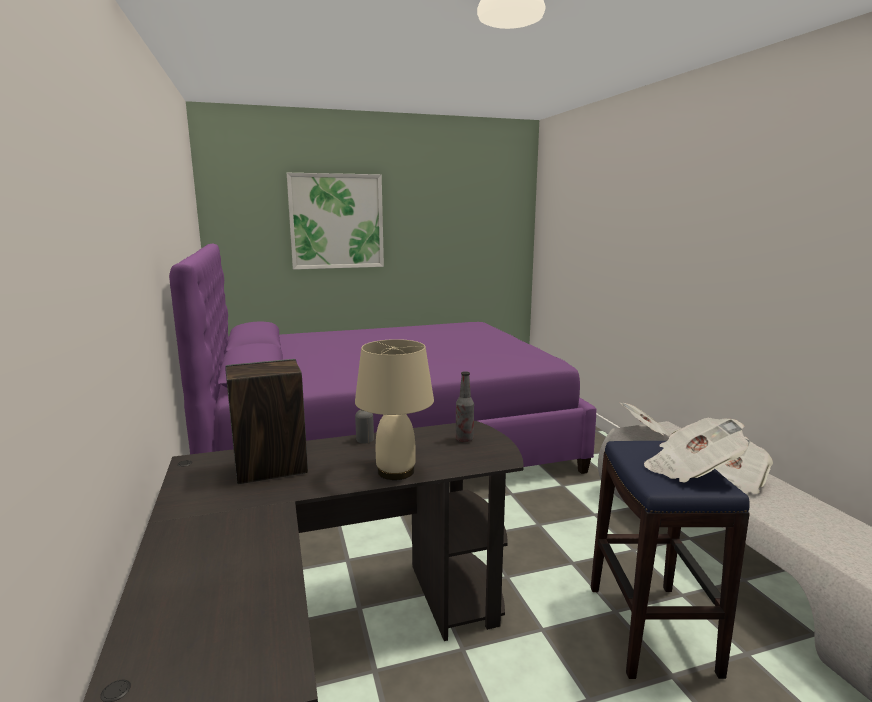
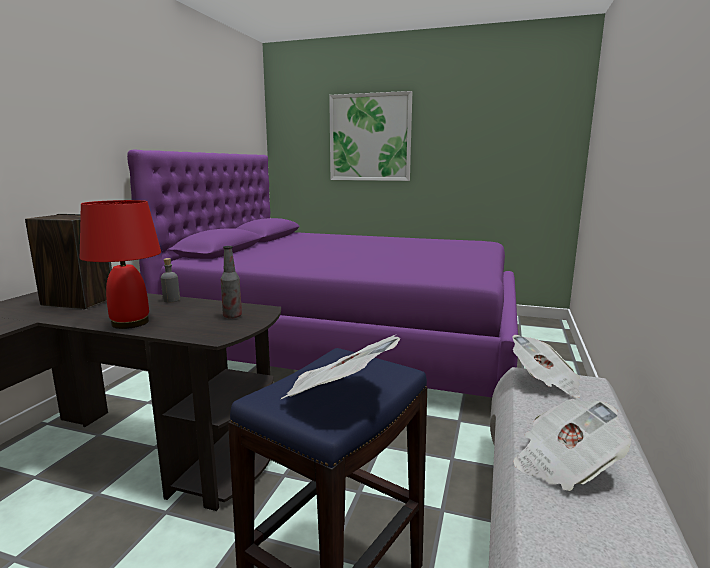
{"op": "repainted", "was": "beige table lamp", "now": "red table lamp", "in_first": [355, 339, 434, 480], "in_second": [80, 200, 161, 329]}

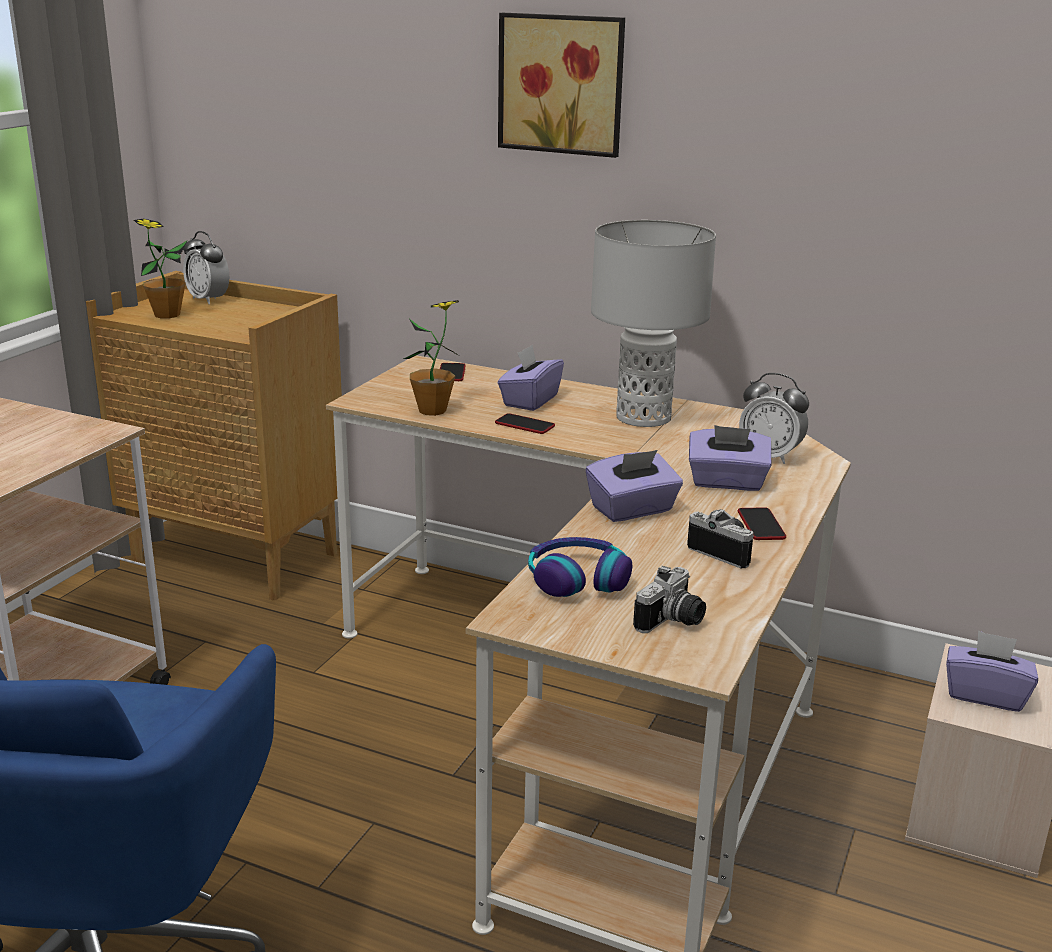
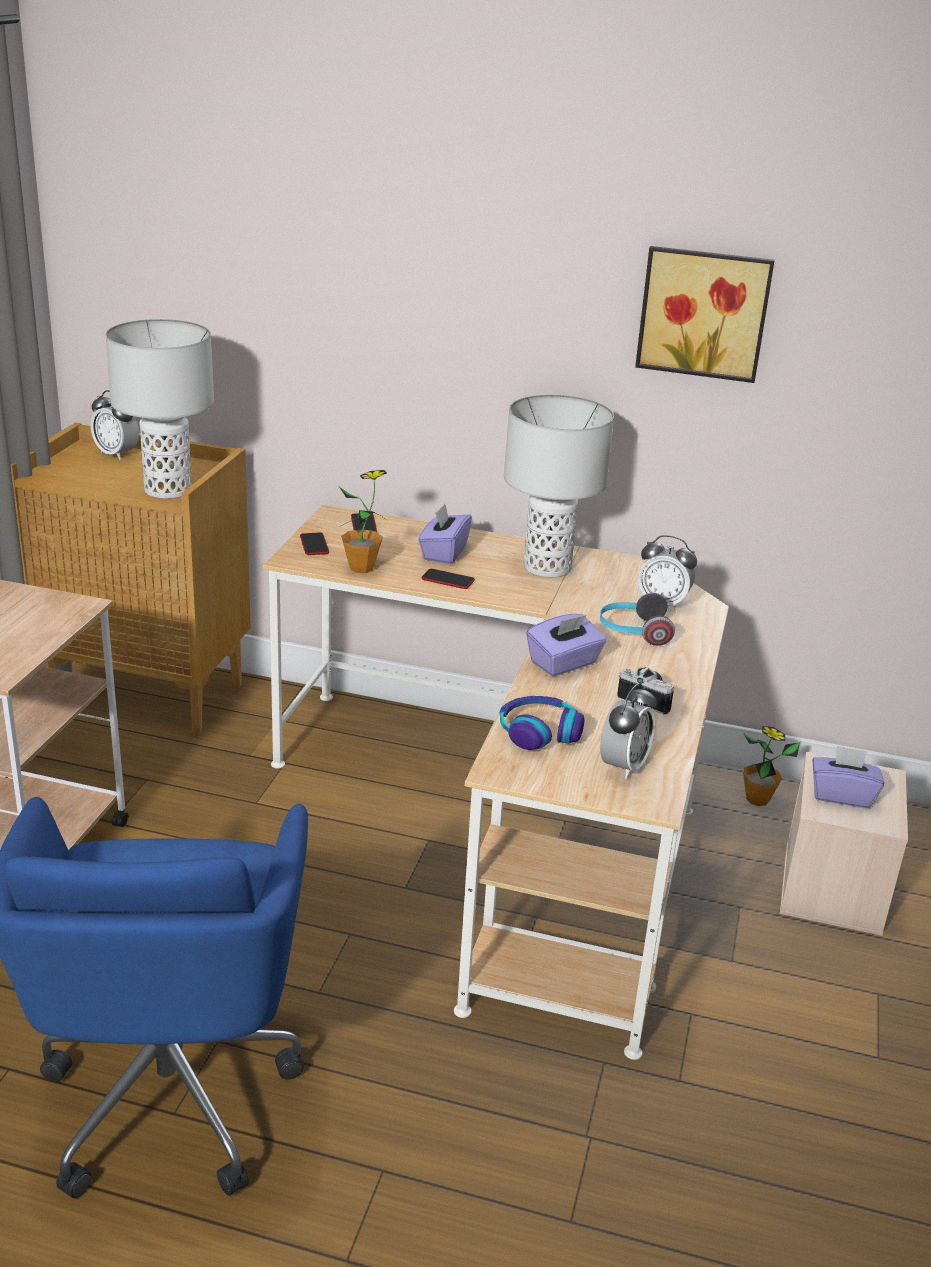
{"op": "shifted", "was": "potted plant", "in_first": [134, 219, 188, 319], "in_second": [743, 726, 800, 806]}
{"op": "shifted", "was": "picture", "in_first": [498, 13, 625, 158], "in_second": [635, 246, 775, 383]}
{"op": "swapped", "was": "photo camera", "now": "alarm clock", "in_first": [633, 566, 706, 633], "in_second": [600, 683, 656, 779]}
{"op": "swapped", "was": "purple tissue box", "now": "headphones", "in_first": [689, 425, 771, 491], "in_second": [600, 593, 675, 646]}
{"op": "shifted", "was": "phone", "in_first": [738, 507, 786, 540], "in_second": [300, 533, 329, 555]}
{"op": "new", "now": "white table lamp", "in_second": [106, 319, 214, 499]}

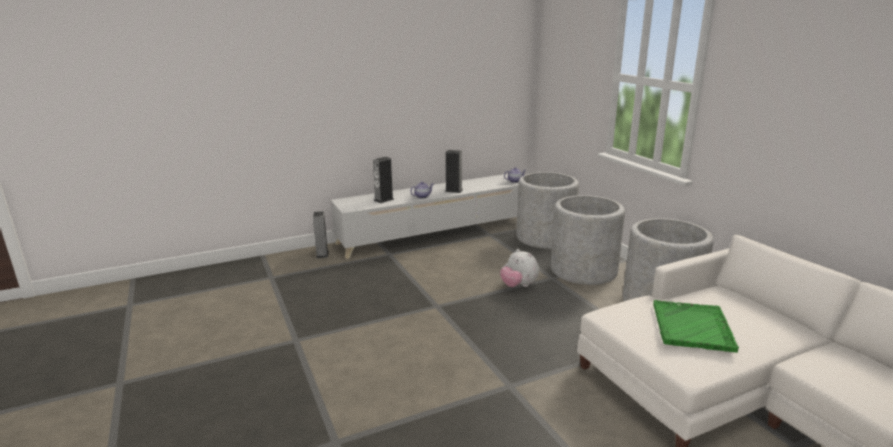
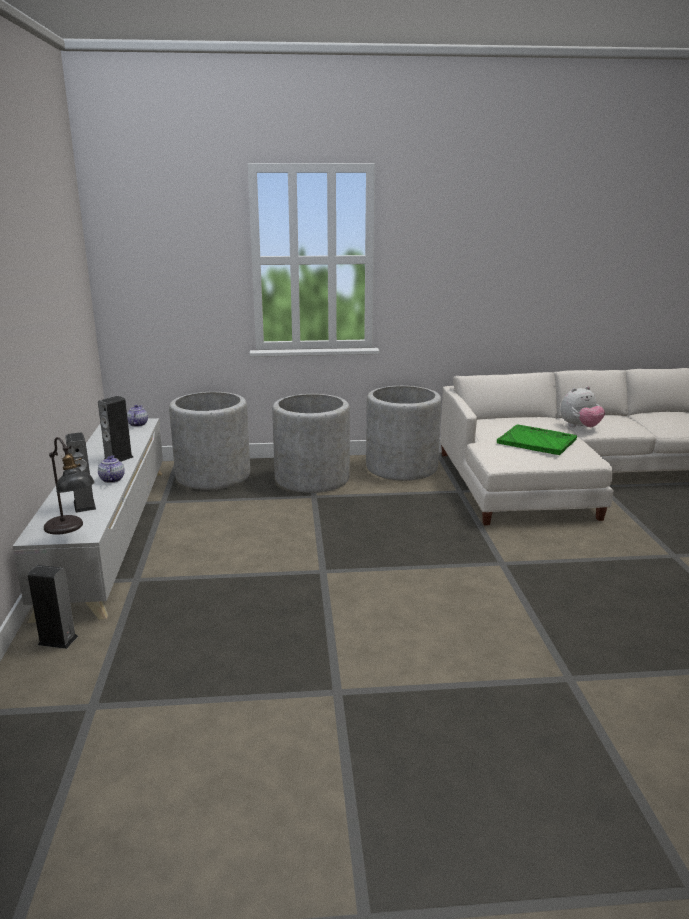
{"op": "shifted", "was": "plush toy", "in_first": [500, 249, 539, 287], "in_second": [560, 386, 605, 427]}
{"op": "new", "now": "grey table lamp", "in_second": [44, 437, 95, 535]}

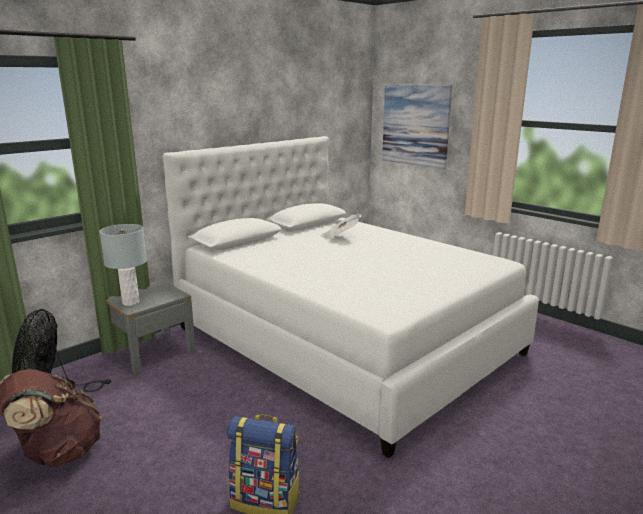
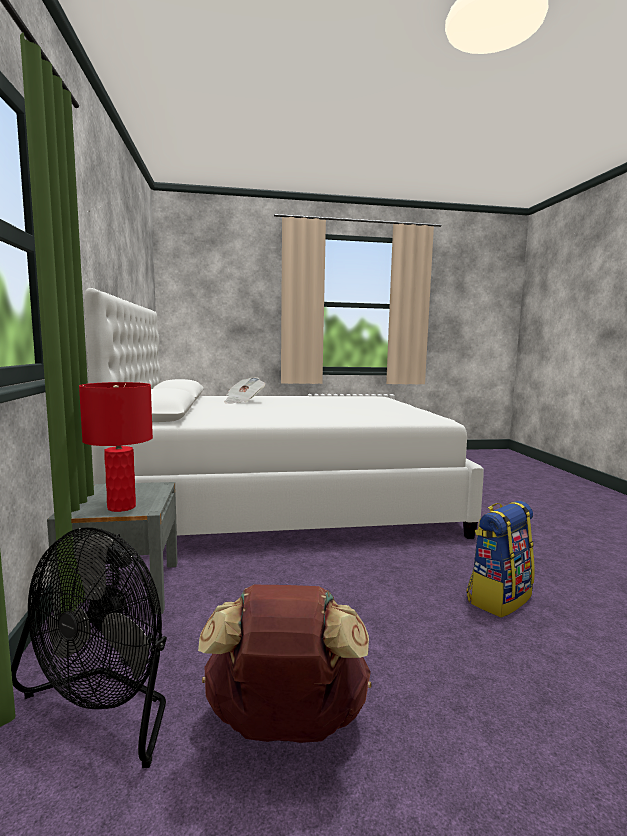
{"op": "repainted", "was": "grey table lamp", "now": "red table lamp", "in_first": [99, 224, 147, 306], "in_second": [79, 382, 153, 512]}
{"op": "gone", "was": "picture", "in_first": [382, 84, 452, 169]}

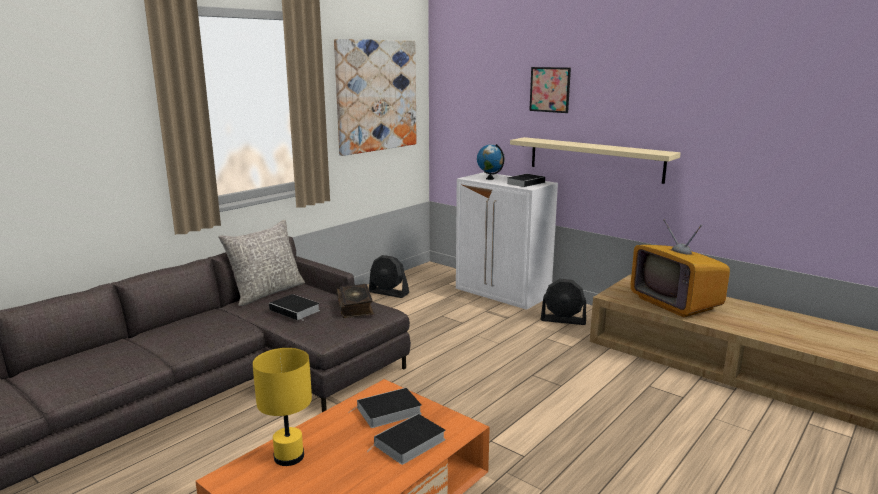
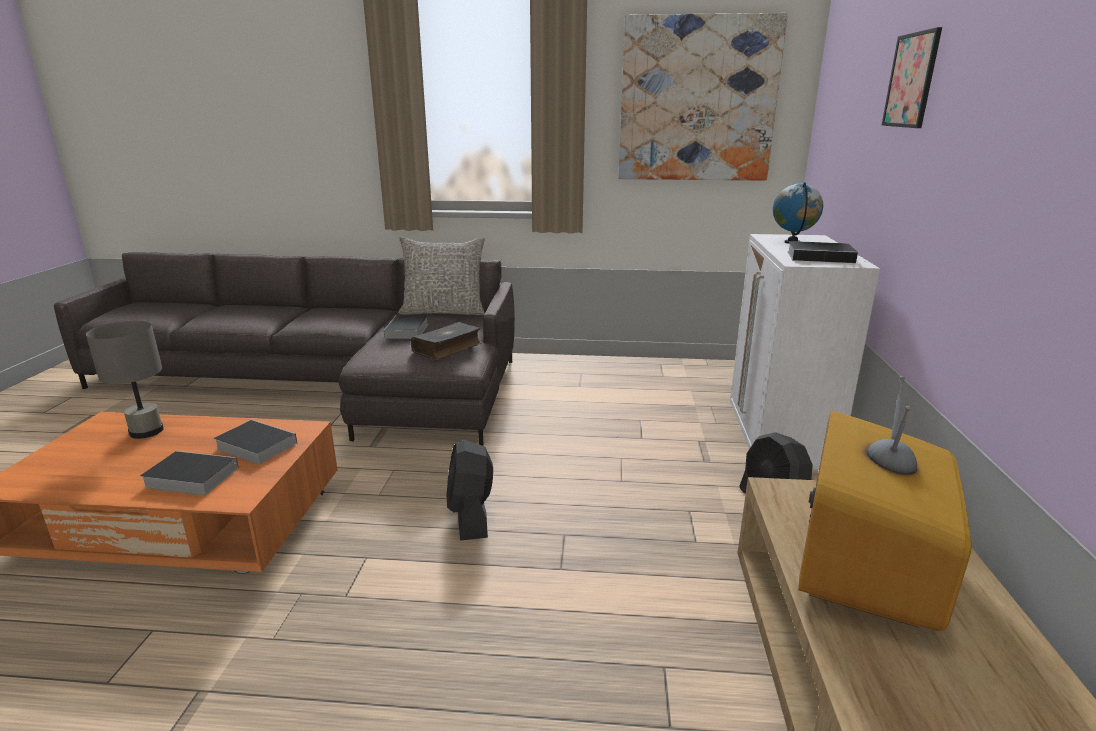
{"op": "repainted", "was": "yellow table lamp", "now": "grey table lamp", "in_first": [253, 348, 312, 466], "in_second": [86, 321, 164, 439]}
{"op": "shifted", "was": "black fan", "in_first": [369, 255, 409, 298], "in_second": [447, 440, 493, 541]}
{"op": "gone", "was": "beige shelf", "in_first": [510, 137, 681, 184]}

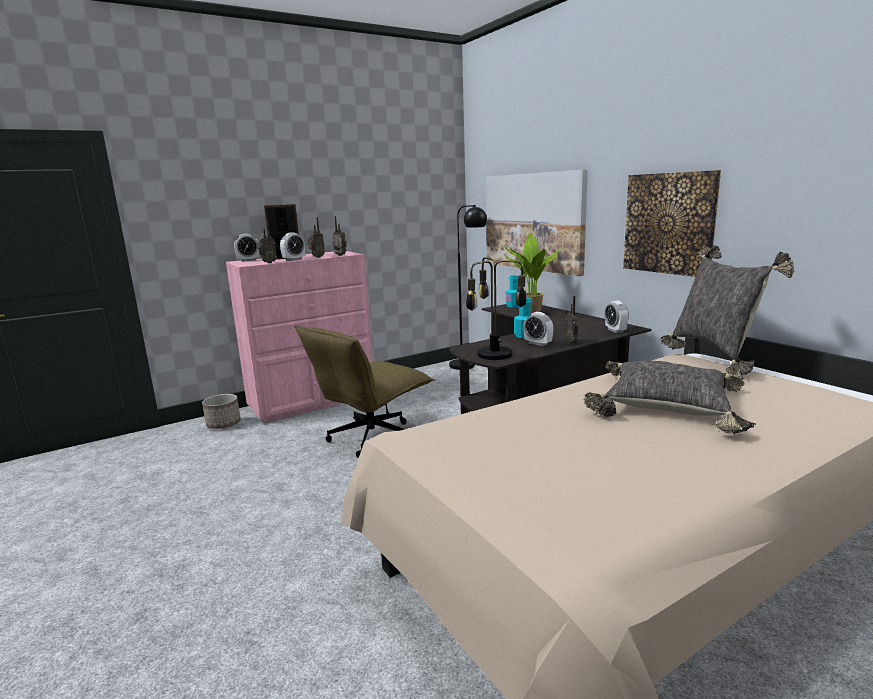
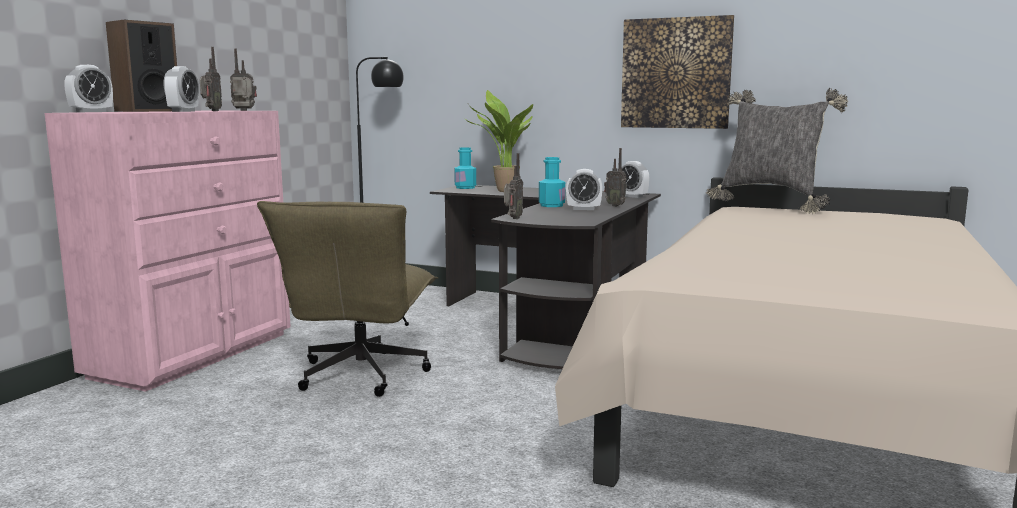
{"op": "gone", "was": "planter", "in_first": [202, 394, 241, 429]}
{"op": "shifted", "was": "radio", "in_first": [258, 221, 277, 263], "in_second": [504, 153, 523, 219]}
{"op": "gone", "was": "table lamp", "in_first": [466, 257, 526, 360]}
{"op": "gone", "was": "picture", "in_first": [486, 170, 588, 276]}
{"op": "gone", "was": "pillow", "in_first": [584, 361, 756, 434]}

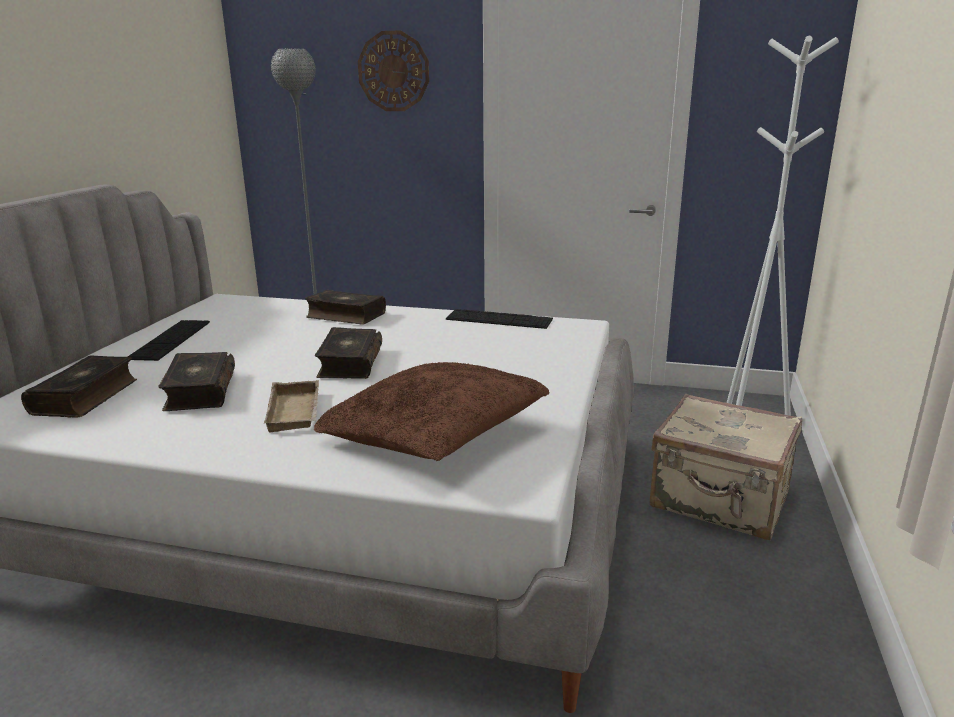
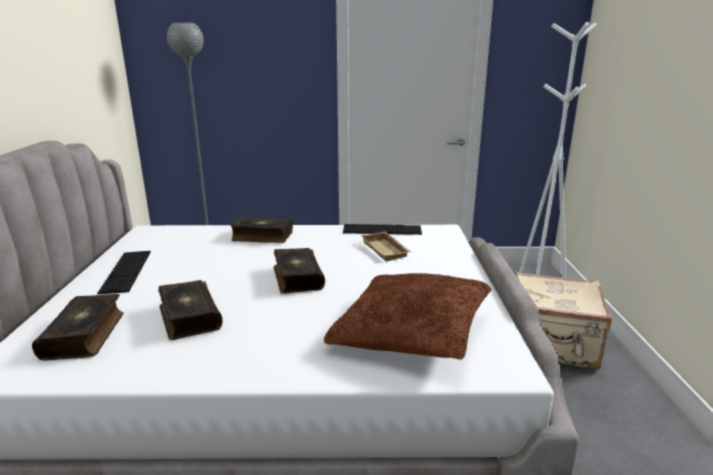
{"op": "shifted", "was": "beige tray", "in_first": [264, 380, 319, 433], "in_second": [361, 232, 411, 262]}
{"op": "gone", "was": "wall clock", "in_first": [358, 30, 429, 111]}

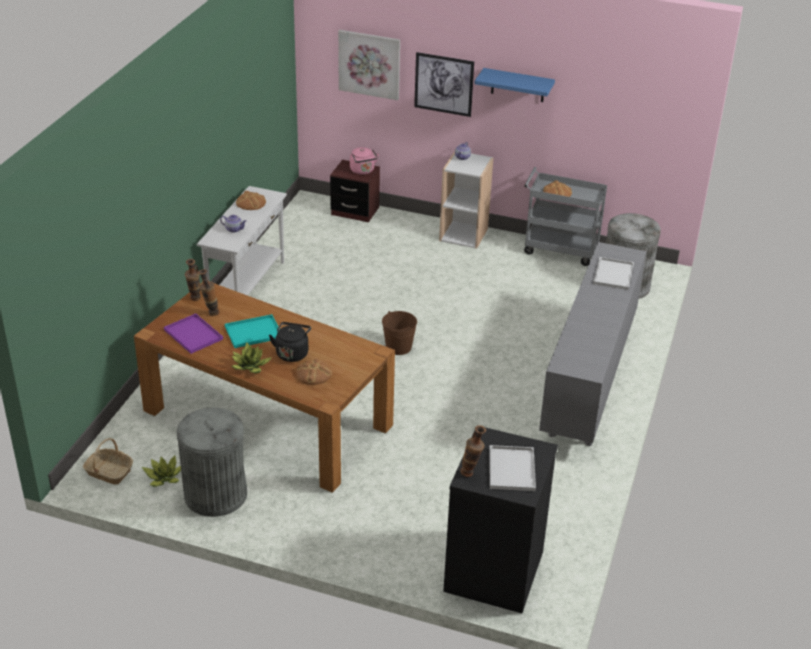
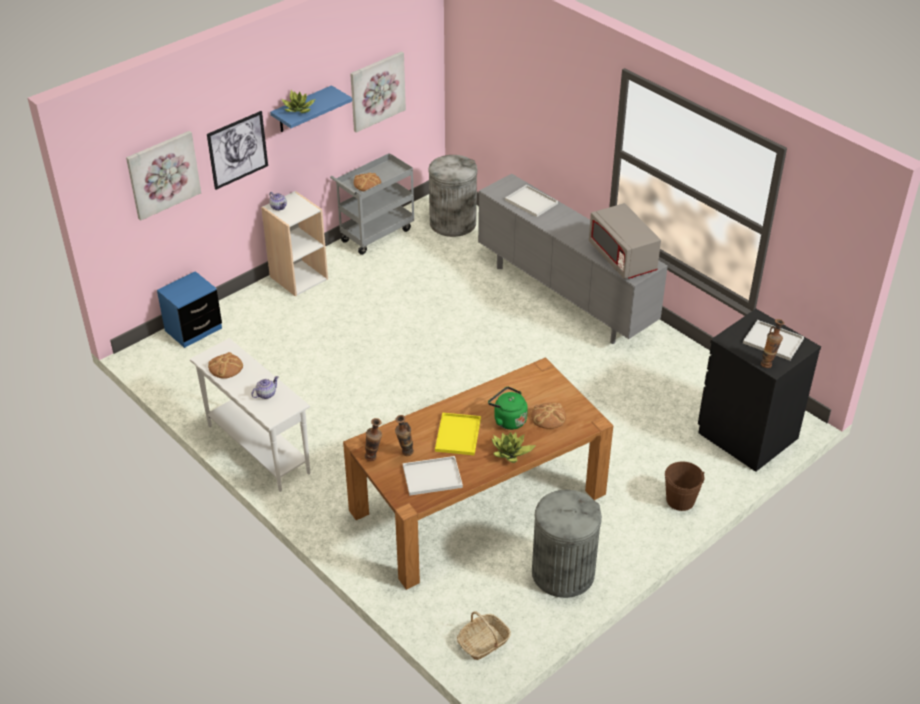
{"op": "shifted", "was": "potted plant", "in_first": [142, 456, 181, 487], "in_second": [281, 90, 315, 113]}
{"op": "repainted", "was": "purple tray", "now": "white tray", "in_first": [164, 314, 223, 354], "in_second": [403, 456, 463, 496]}
{"op": "repainted", "was": "turquoise tray", "now": "yellow tray", "in_first": [225, 314, 280, 348], "in_second": [435, 413, 481, 455]}
{"op": "repainted", "was": "black kettle", "now": "green kettle", "in_first": [269, 322, 311, 362], "in_second": [488, 387, 528, 430]}
{"op": "repainted", "was": "brown nightstand", "now": "blue nightstand", "in_first": [330, 160, 380, 222], "in_second": [157, 271, 222, 348]}
{"op": "gone", "was": "pink kettle", "in_first": [350, 147, 379, 175]}
{"op": "shifted", "was": "brown bucket", "in_first": [382, 311, 417, 355], "in_second": [665, 461, 705, 511]}
{"op": "new", "now": "picture", "in_second": [350, 51, 406, 133]}
{"op": "new", "now": "grey microwave", "in_second": [589, 203, 661, 279]}

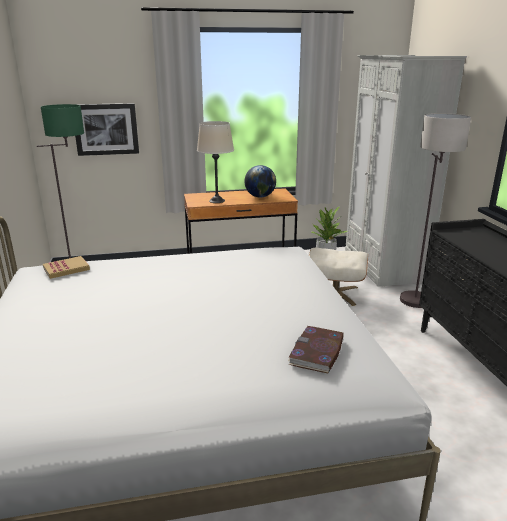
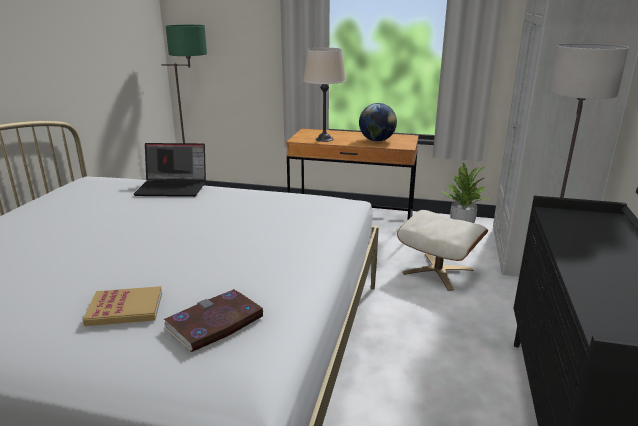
{"op": "shifted", "was": "book", "in_first": [43, 256, 90, 279], "in_second": [83, 286, 162, 326]}
{"op": "gone", "was": "picture", "in_first": [75, 103, 139, 156]}
{"op": "new", "now": "laptop", "in_second": [134, 143, 206, 197]}

